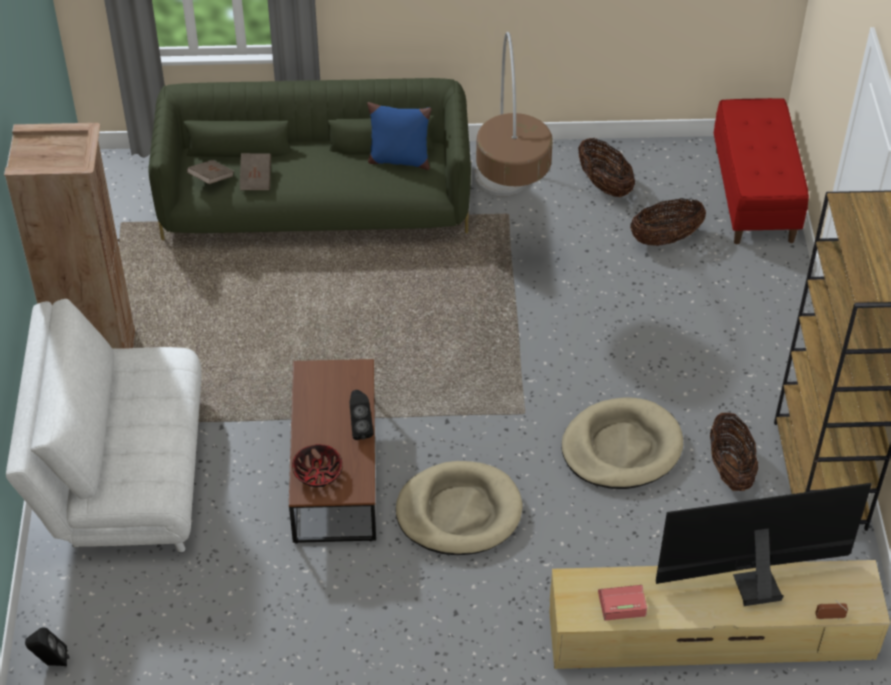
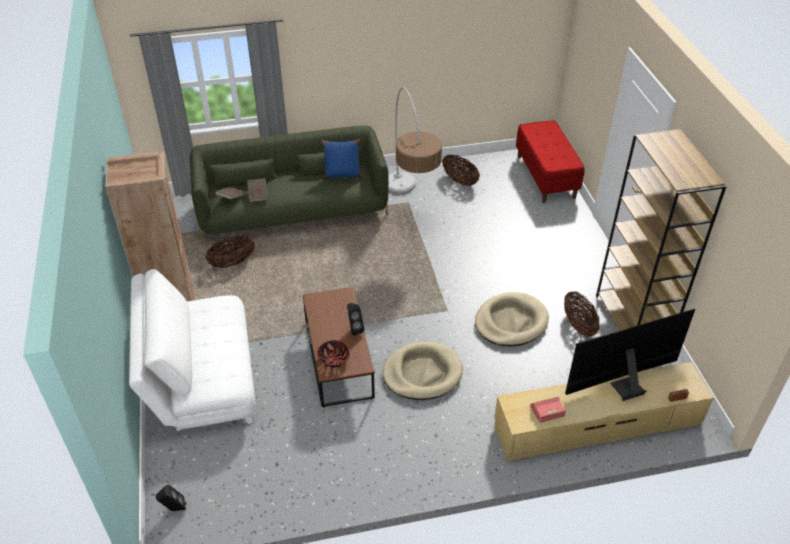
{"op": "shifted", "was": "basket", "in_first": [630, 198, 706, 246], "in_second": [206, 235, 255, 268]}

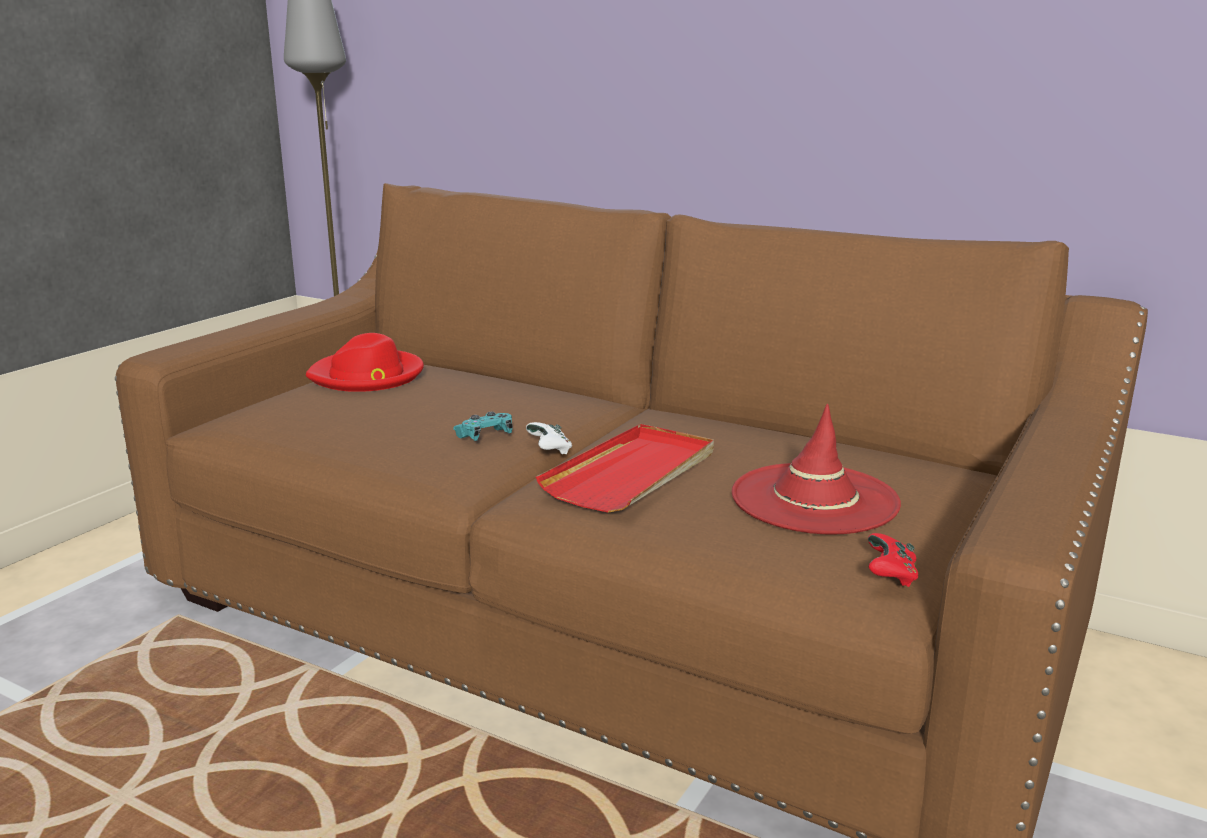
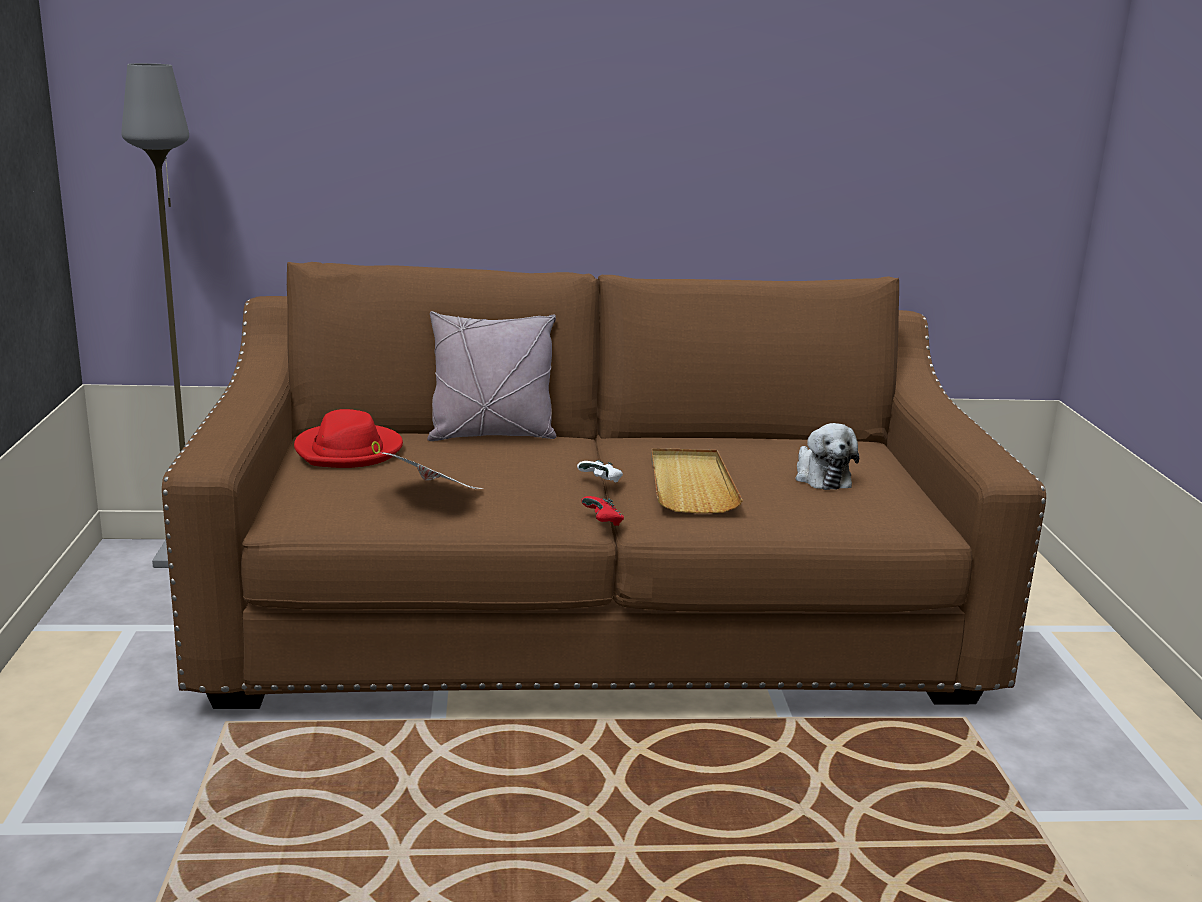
{"op": "gone", "was": "turquoise game controller", "in_first": [453, 412, 513, 441]}
{"op": "repainted", "was": "red tray", "now": "beige tray", "in_first": [536, 424, 714, 513], "in_second": [651, 448, 743, 513]}
{"op": "swapped", "was": "red hat", "now": "plush toy", "in_first": [732, 404, 901, 535], "in_second": [795, 423, 859, 490]}
{"op": "shifted", "was": "red game controller", "in_first": [868, 533, 918, 587], "in_second": [581, 496, 624, 526]}
{"op": "new", "now": "newspaper", "in_second": [381, 452, 484, 489]}
{"op": "new", "now": "purple pillow", "in_second": [427, 311, 557, 441]}

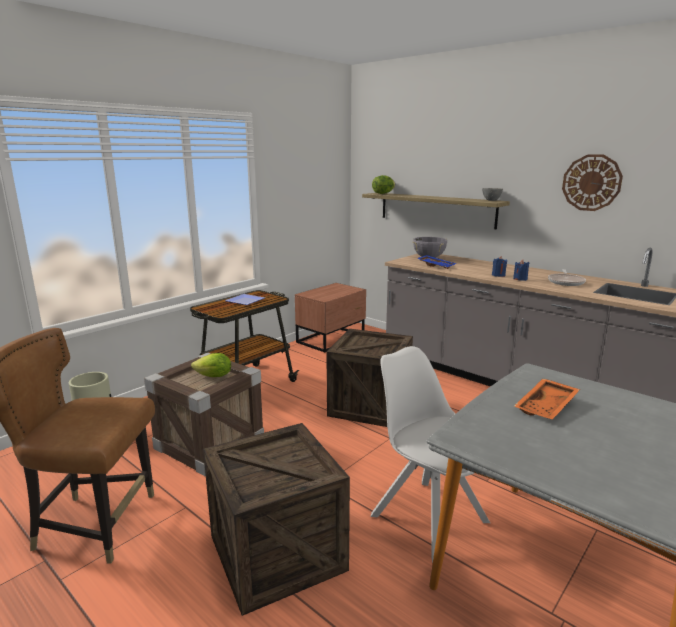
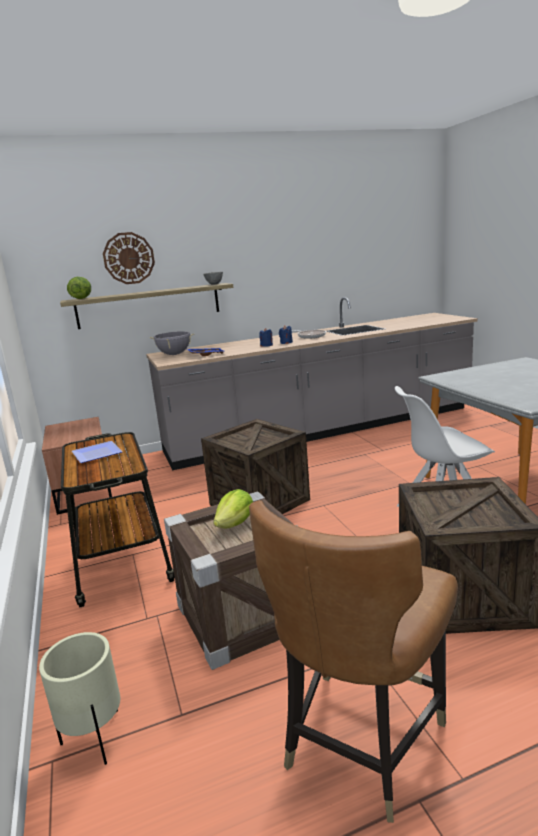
{"op": "gone", "was": "orange tray", "in_first": [514, 378, 580, 419]}
{"op": "shifted", "was": "wall clock", "in_first": [562, 154, 623, 211], "in_second": [103, 232, 155, 284]}

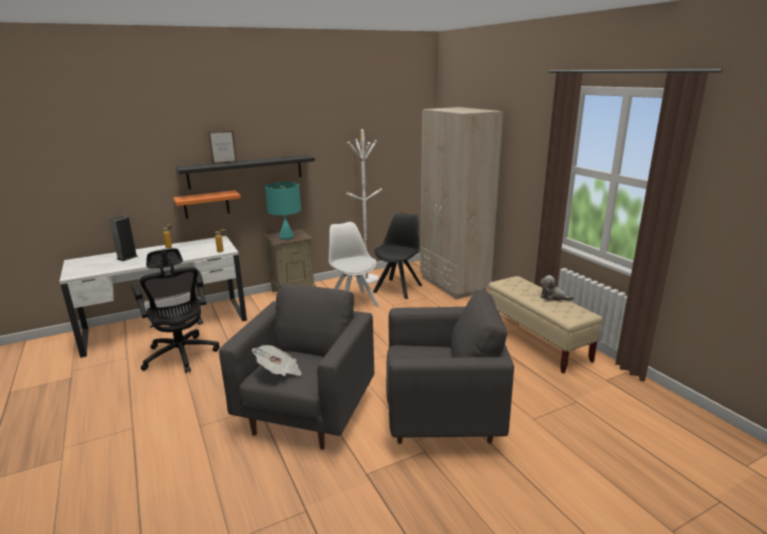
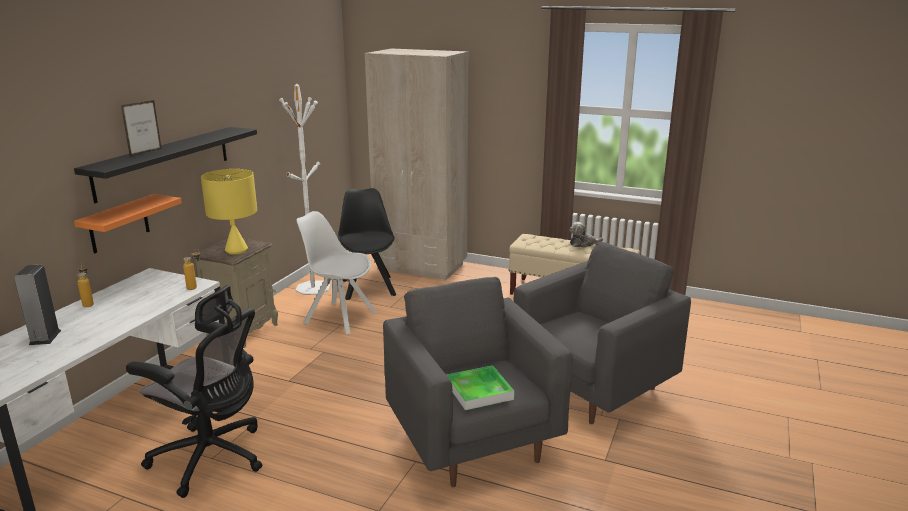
{"op": "swapped", "was": "newspaper", "now": "tray", "in_first": [252, 345, 302, 376], "in_second": [447, 365, 514, 410]}
{"op": "repainted", "was": "turquoise table lamp", "now": "yellow table lamp", "in_first": [265, 182, 301, 240], "in_second": [201, 169, 257, 255]}

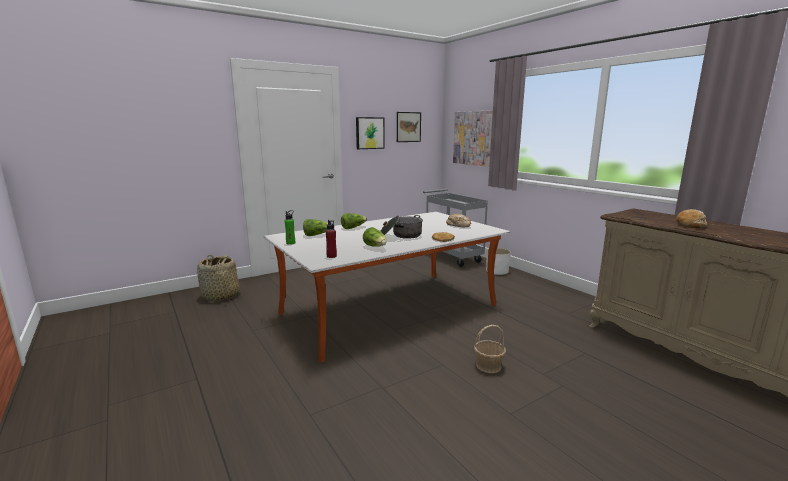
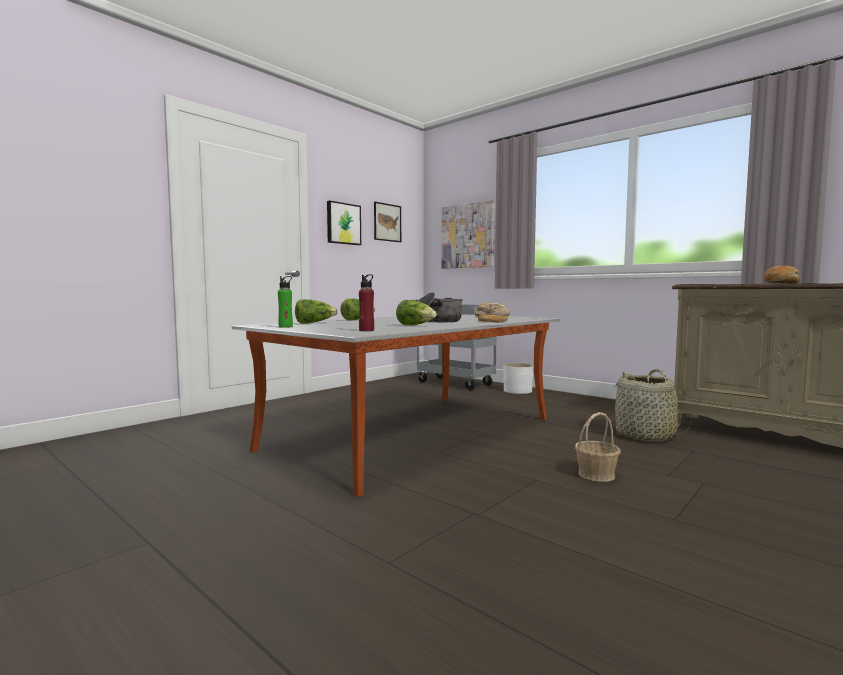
{"op": "shifted", "was": "basket", "in_first": [197, 255, 240, 301], "in_second": [609, 369, 691, 442]}

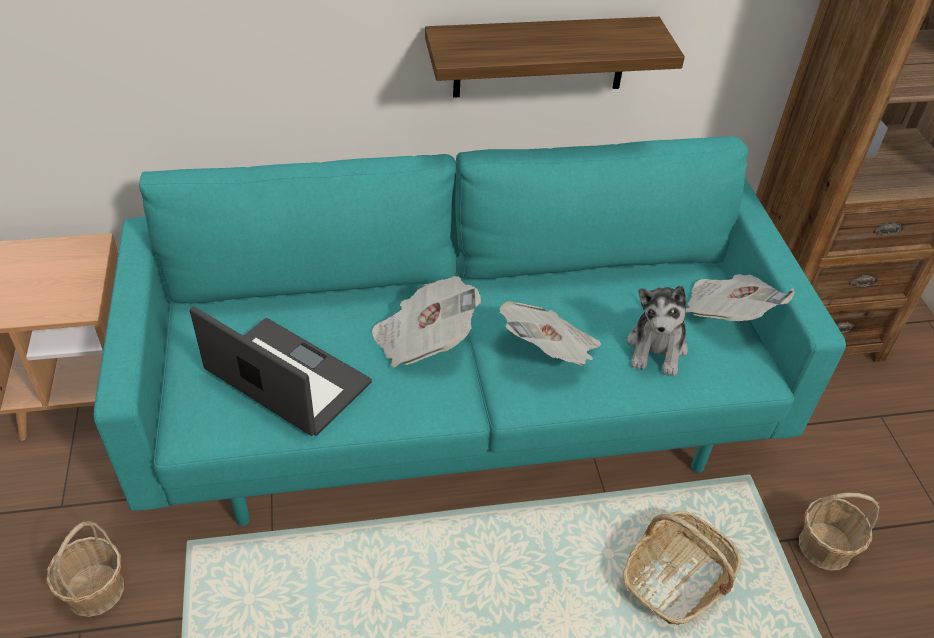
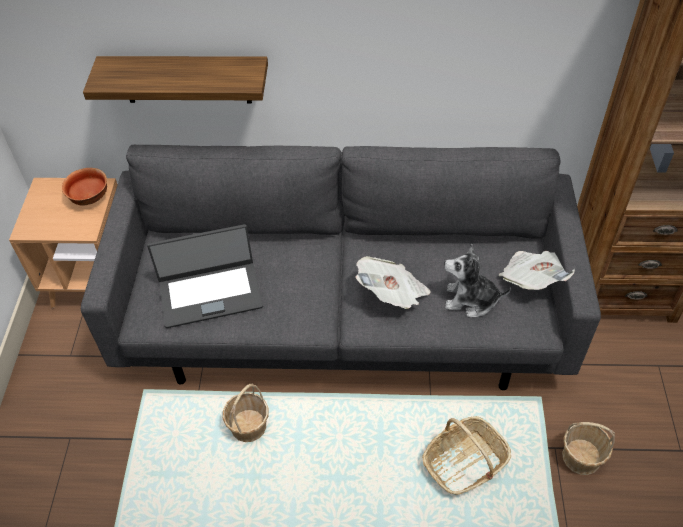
{"op": "shifted", "was": "basket", "in_first": [47, 521, 124, 617], "in_second": [223, 384, 269, 442]}
{"op": "repainted", "was": "turquoise sofa", "now": "grey sofa", "in_first": [94, 136, 846, 526], "in_second": [81, 145, 601, 390]}
{"op": "rotated", "was": "laptop", "in_first": [190, 306, 372, 436], "in_second": [147, 224, 263, 328], "clockwise": 120}
{"op": "gone", "was": "newspaper", "in_first": [371, 276, 481, 368]}
{"op": "shifted", "was": "shelf", "in_first": [425, 17, 685, 98], "in_second": [83, 56, 268, 103]}
{"op": "rotated", "was": "plush toy", "in_first": [627, 286, 688, 377], "in_second": [444, 244, 511, 317], "clockwise": 75}
{"op": "new", "now": "bowl", "in_second": [62, 168, 107, 205]}

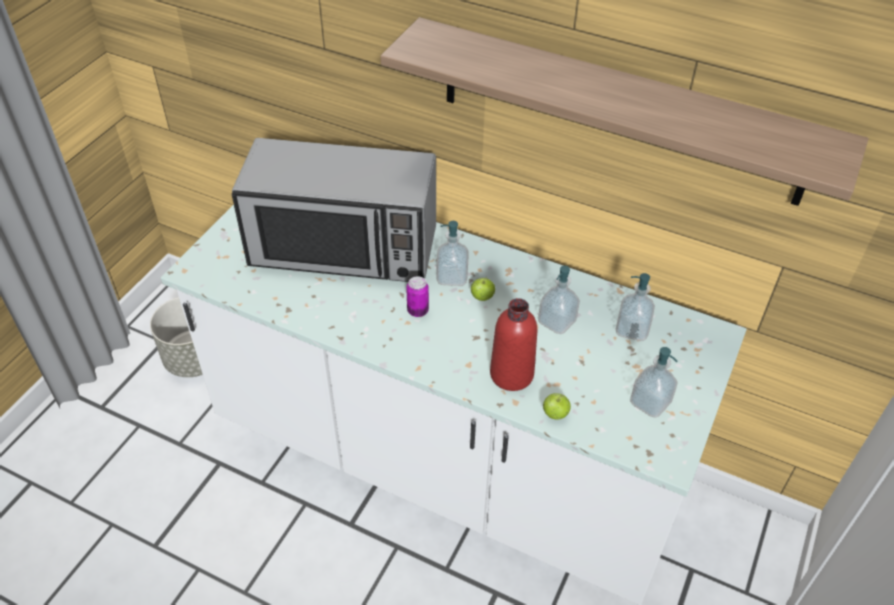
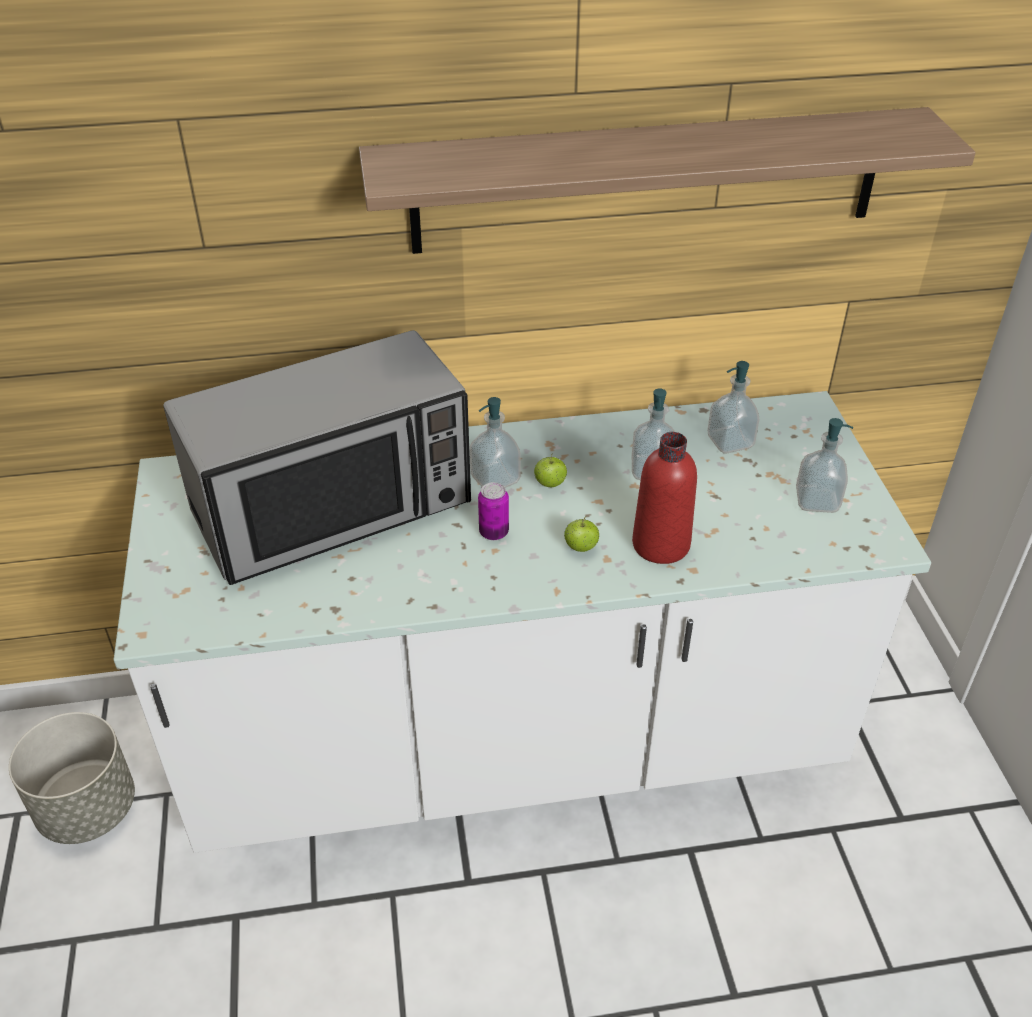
{"op": "shifted", "was": "apple", "in_first": [543, 393, 571, 420], "in_second": [564, 516, 599, 552]}

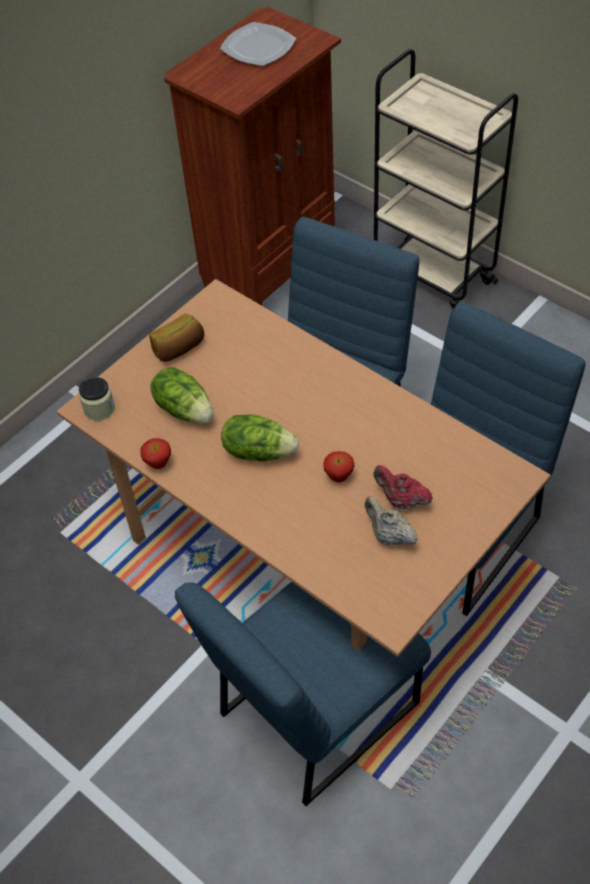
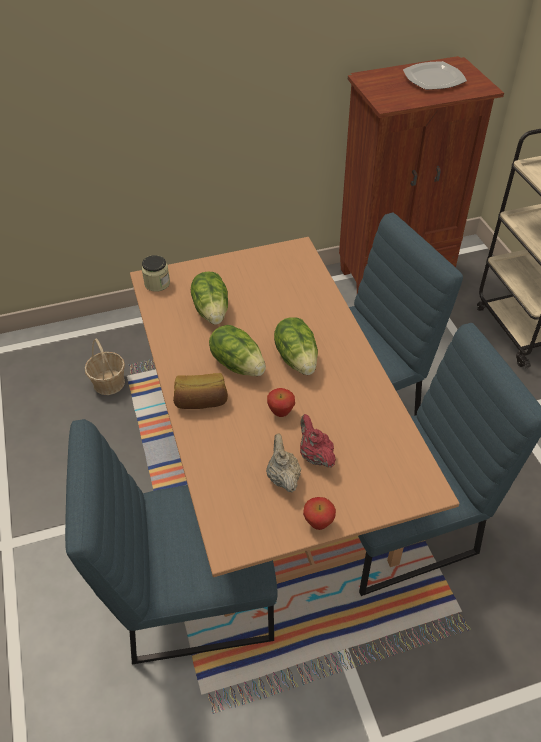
{"op": "shifted", "was": "apple", "in_first": [140, 438, 171, 469], "in_second": [303, 497, 336, 530]}
{"op": "shifted", "was": "bread", "in_first": [149, 313, 204, 362], "in_second": [173, 373, 228, 409]}
{"op": "new", "now": "basket", "in_second": [85, 338, 125, 395]}
{"op": "new", "now": "lettuce", "in_second": [274, 317, 318, 375]}

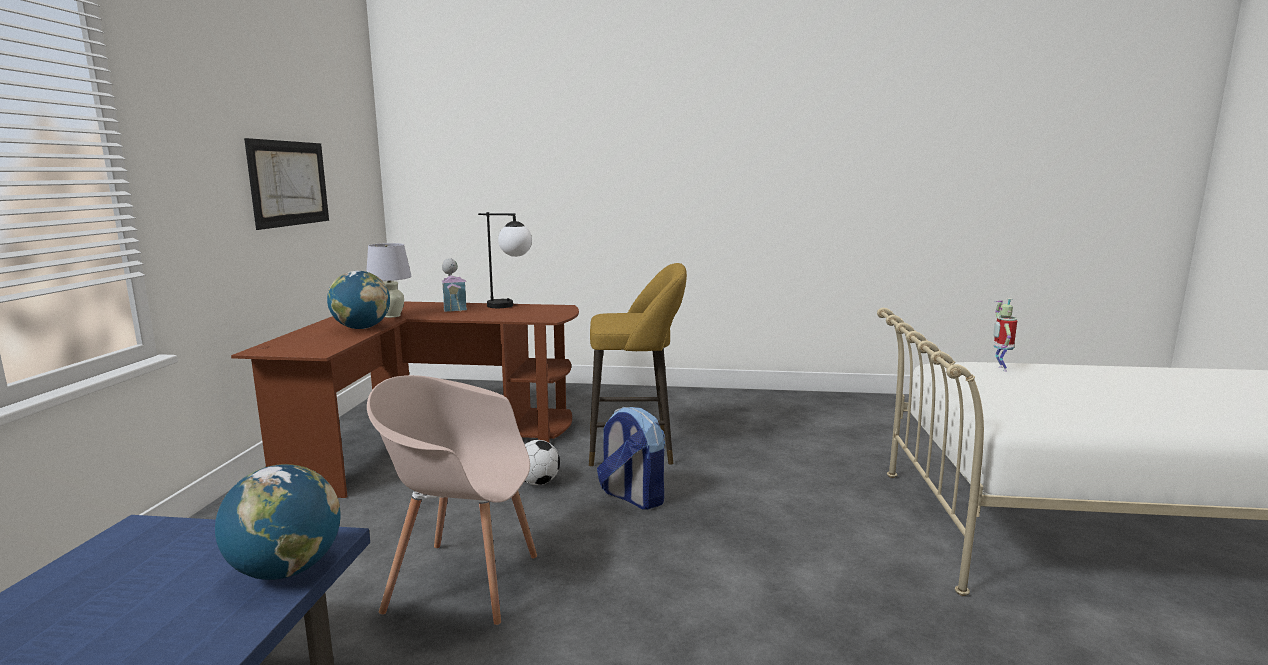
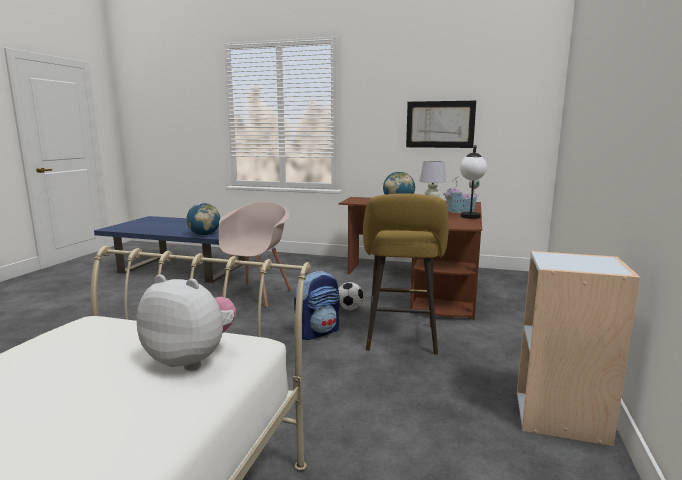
{"op": "swapped", "was": "toy robot", "now": "plush toy", "in_first": [993, 298, 1017, 372], "in_second": [137, 274, 236, 371]}
{"op": "new", "now": "bookcase", "in_second": [517, 251, 641, 446]}

